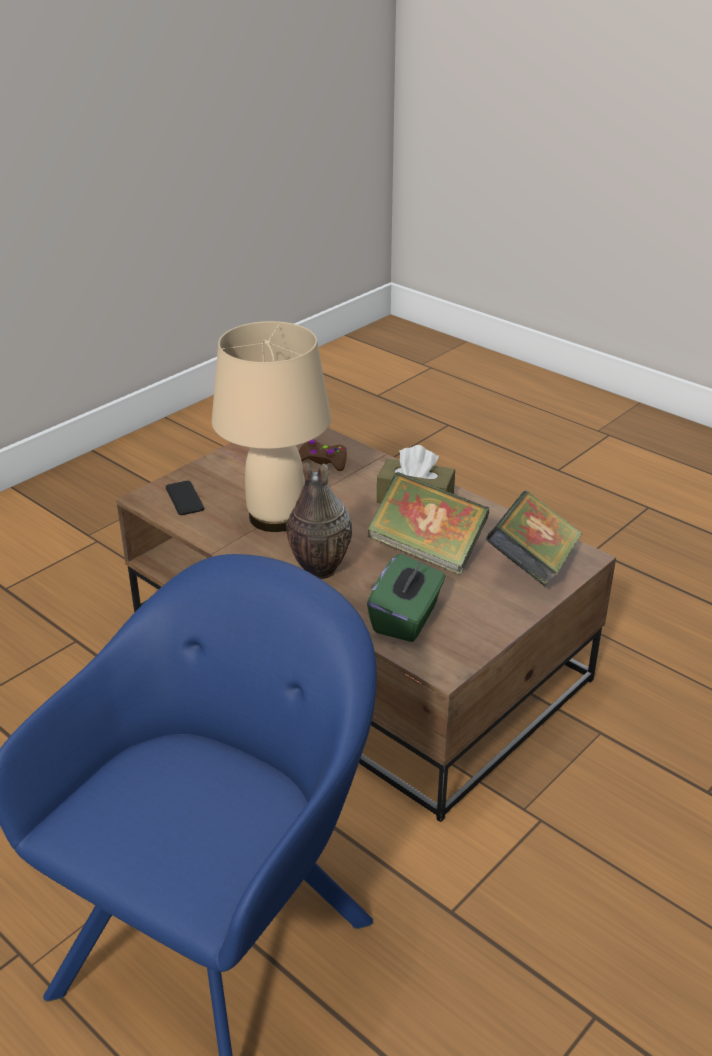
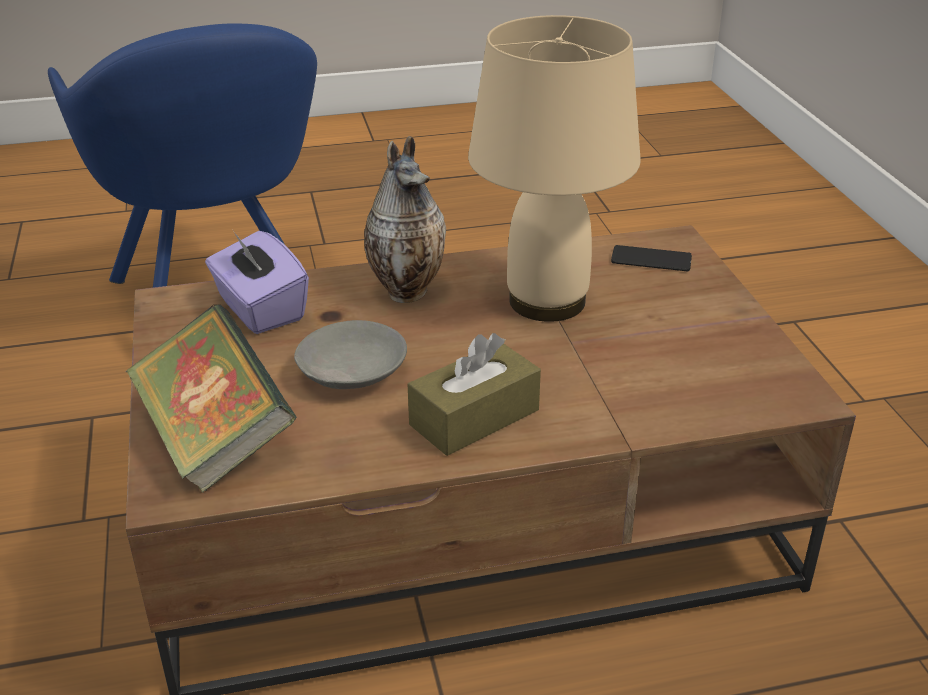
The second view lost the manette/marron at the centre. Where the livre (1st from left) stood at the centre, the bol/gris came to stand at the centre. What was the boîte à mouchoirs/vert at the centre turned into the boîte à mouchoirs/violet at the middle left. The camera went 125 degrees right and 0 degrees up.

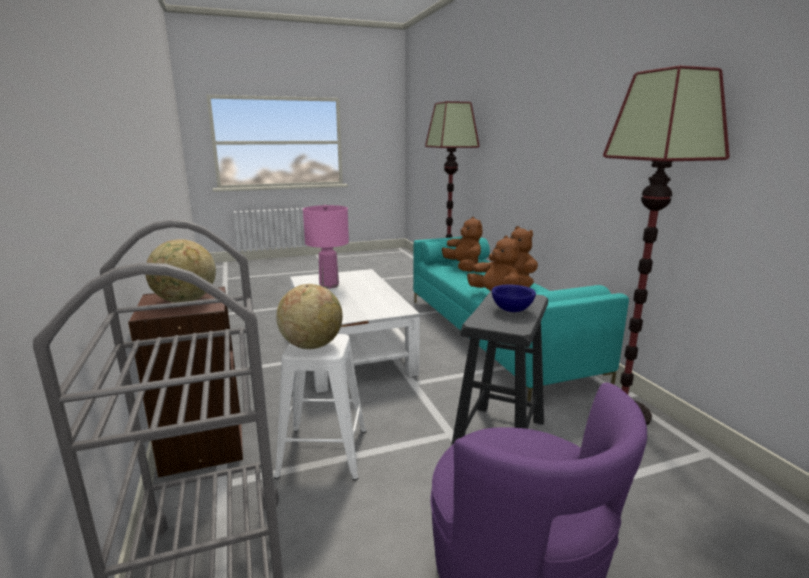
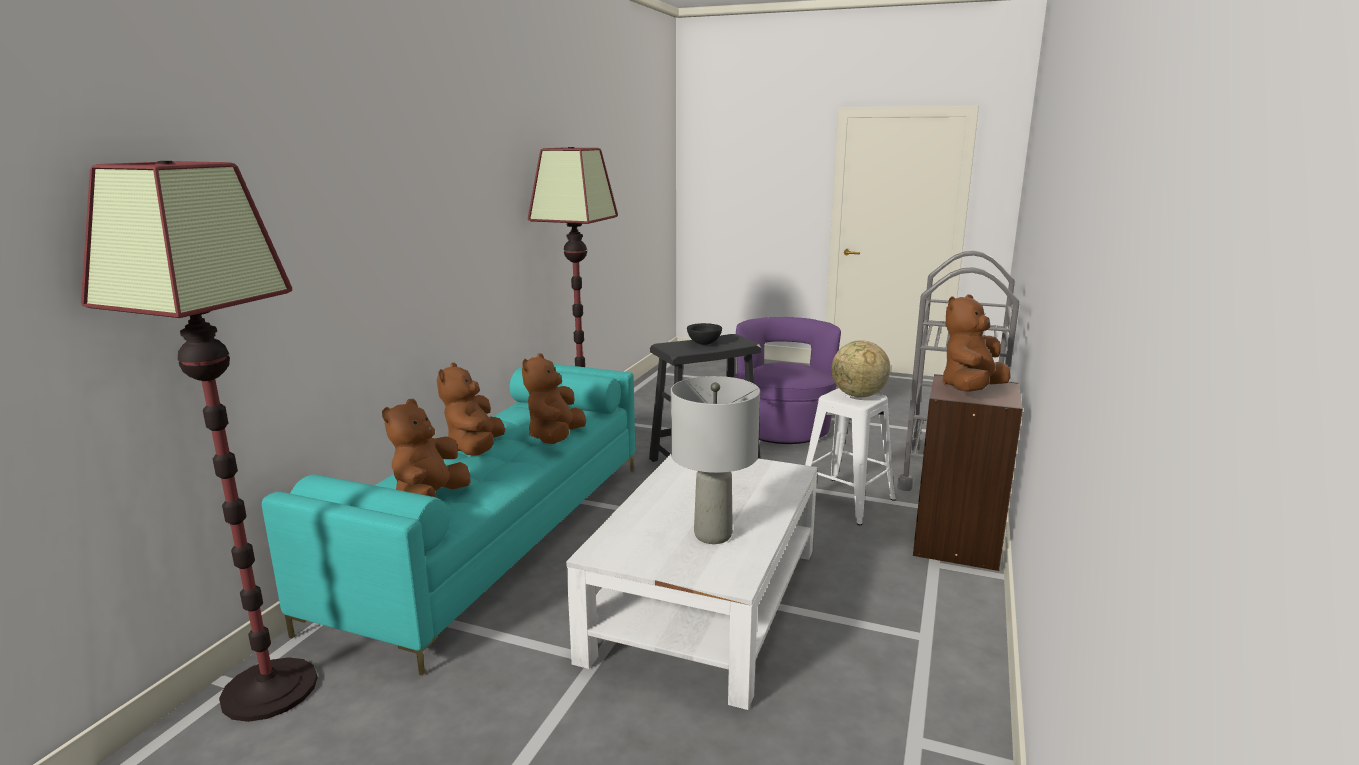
What was the lampe de table/rose at the centre turned into the lampe de table/gris at the centre. Where the globe (1st from left) stood at the middle left, the peluche/marron (4th from left) came to stand at the middle right. What was the bol/bleu at the centre turned into the bol/noir at the centre. The camera went 140 degrees left and 0 degrees up.

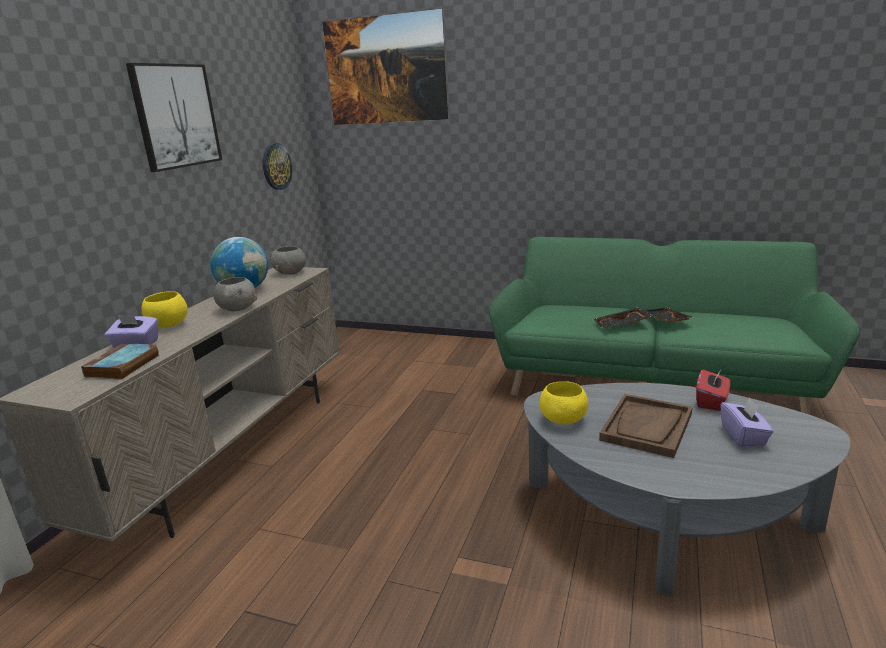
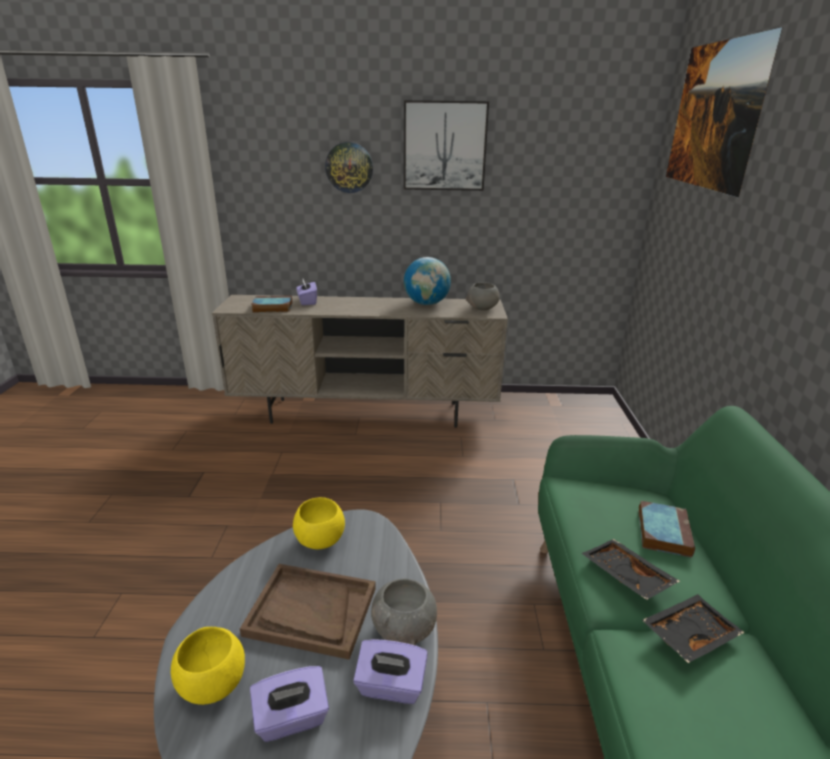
The horloge murale ended up elsewhere, having gone from the top left to the top centre. The bol/gris (1st from left) ended up elsewhere, having gone from the middle left to the bottom centre. The bol/jaune (1st from left) ended up elsewhere, having gone from the middle left to the bottom left. What was the boîte à mouchoirs/rouge at the middle right turned into the boîte à mouchoirs/violet (3rd from left) at the bottom centre. The second view gained the livre (2nd from left) at the bottom right. The camera went 70 degrees right and 5 degrees up.

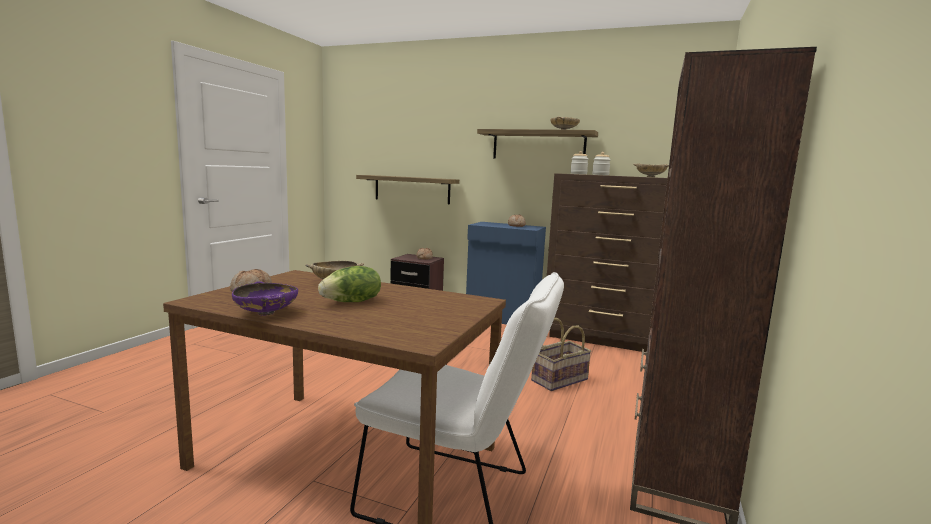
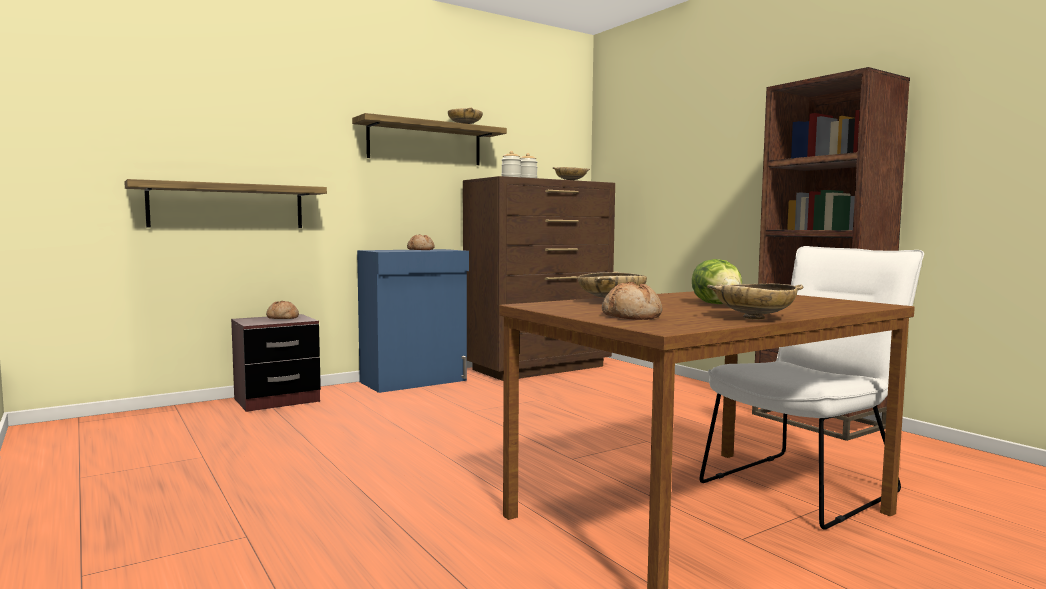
What was the bol/violet at the middle left turned into the bol/beige (4th from left) at the middle right. The second view lost the panier at the bottom centre. The camera went 55 degrees left and 5 degrees down.

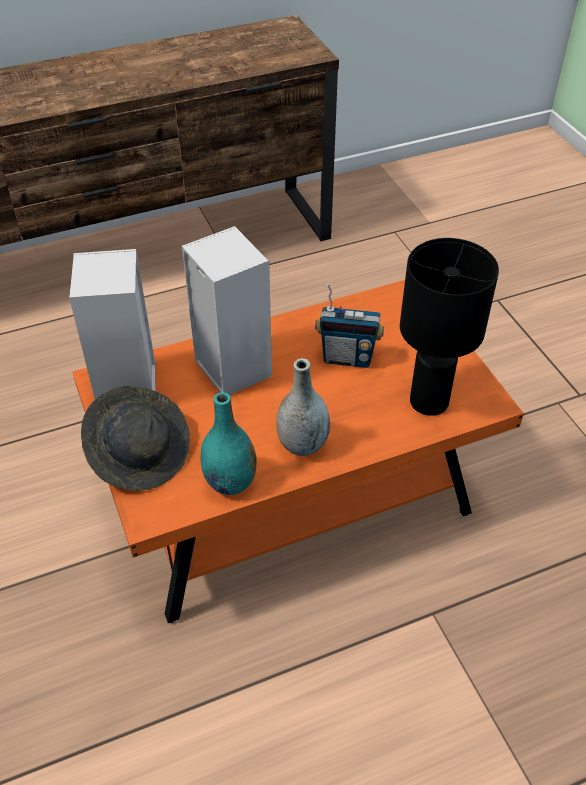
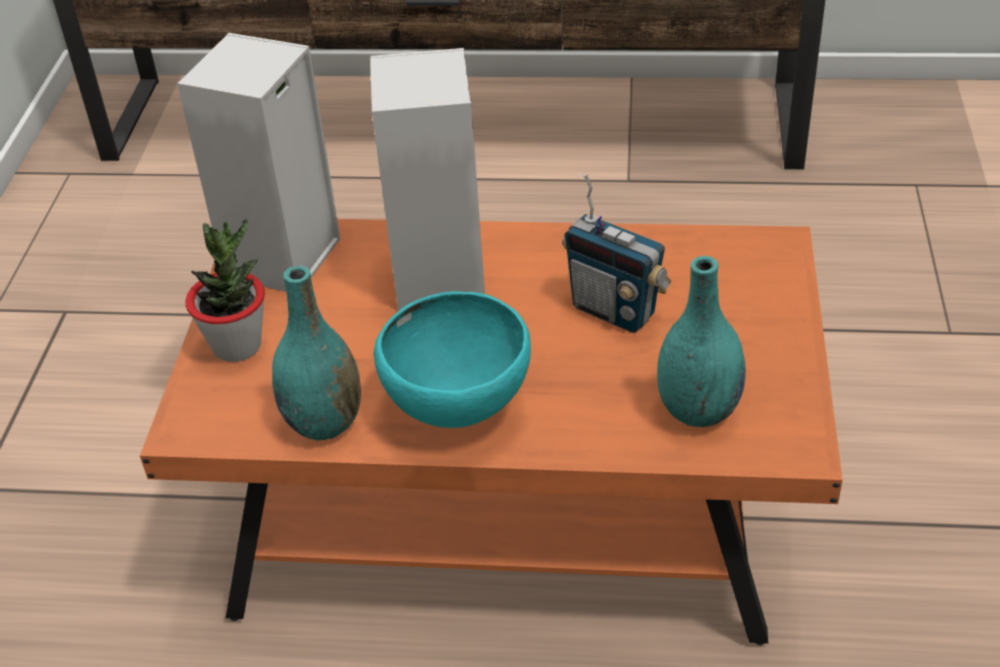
Where the lampe de table/noir stood at the middle right, the vase/turquoise (2nd from left) came to stand at the middle right. Where the vase/gris stood at the centre, the bol/turquoise came to stand at the centre. Where the chapeau/gris stood at the middle left, the plante en pot came to stand at the middle left. The camera went 30 degrees right and 5 degrees down.

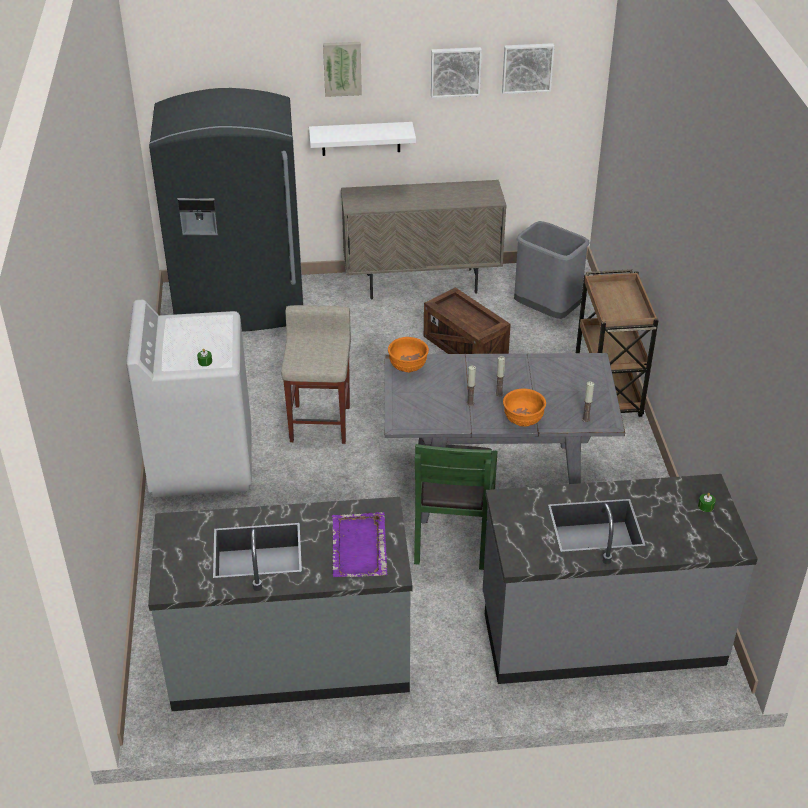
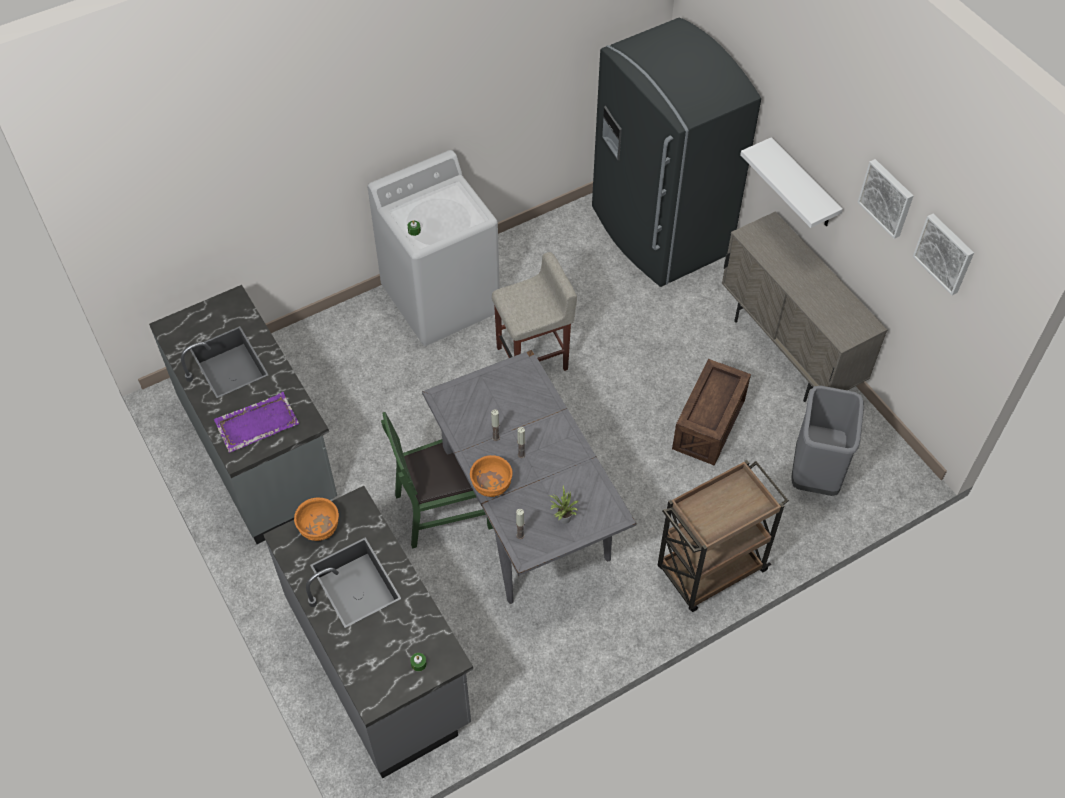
The second view lost the tableau (1st from left) at the top centre. The bol/orange (1st from left) ended up elsewhere, having gone from the centre to the middle left. The second view gained the plante en pot at the centre. The camera went 65 degrees right and 15 degrees up.

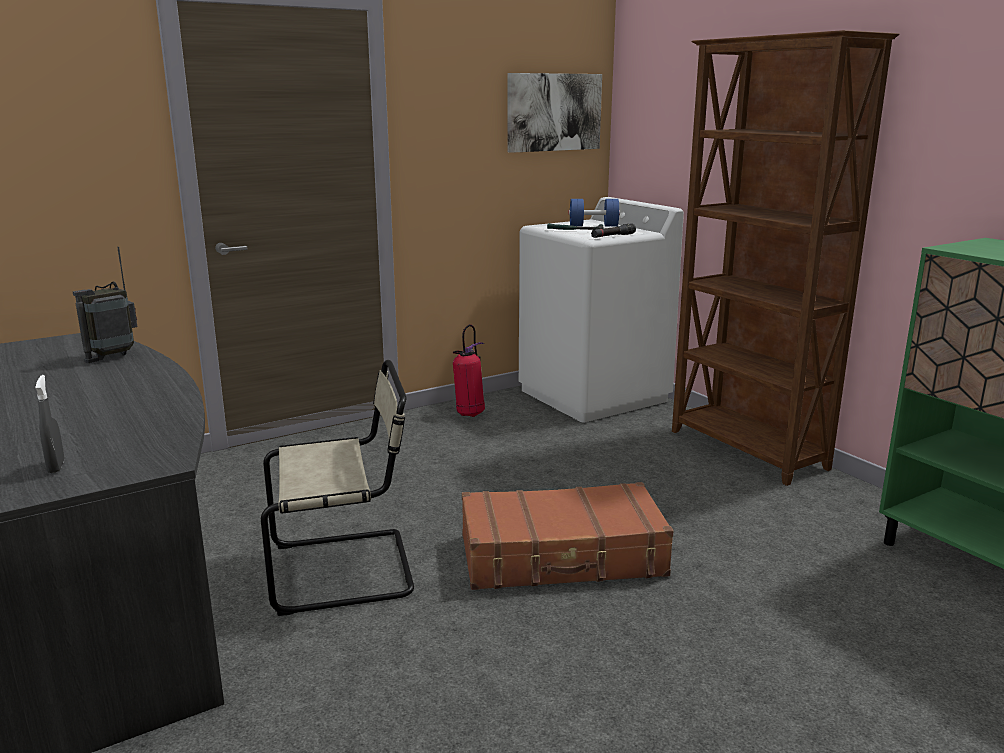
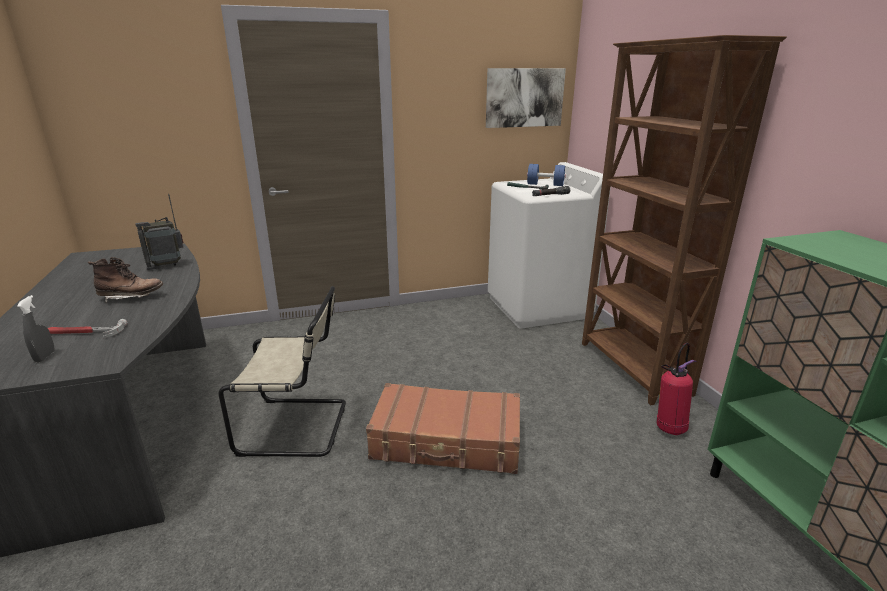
The extincteur ended up elsewhere, having gone from the centre to the middle right. The second view gained the botte/marron at the middle left. The second view gained the marteau (1st from left) at the middle left. The camera went 15 degrees right and 5 degrees up.

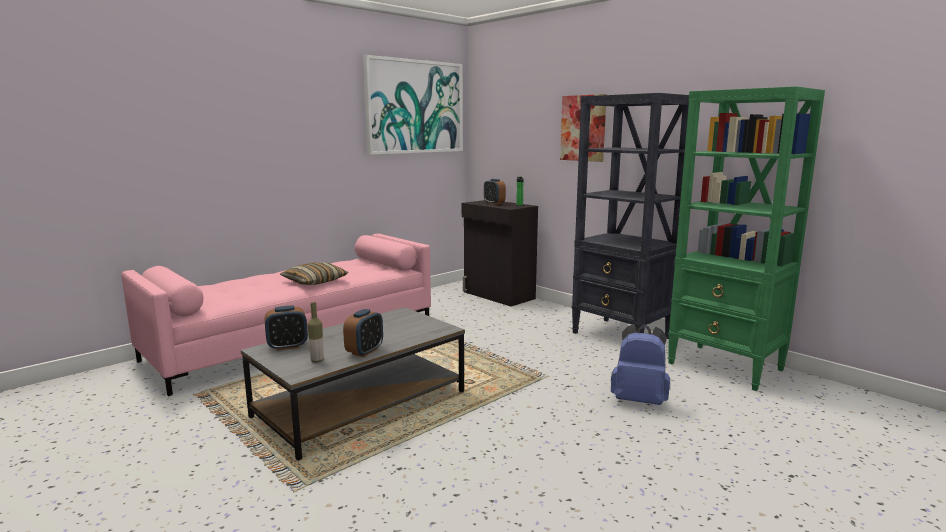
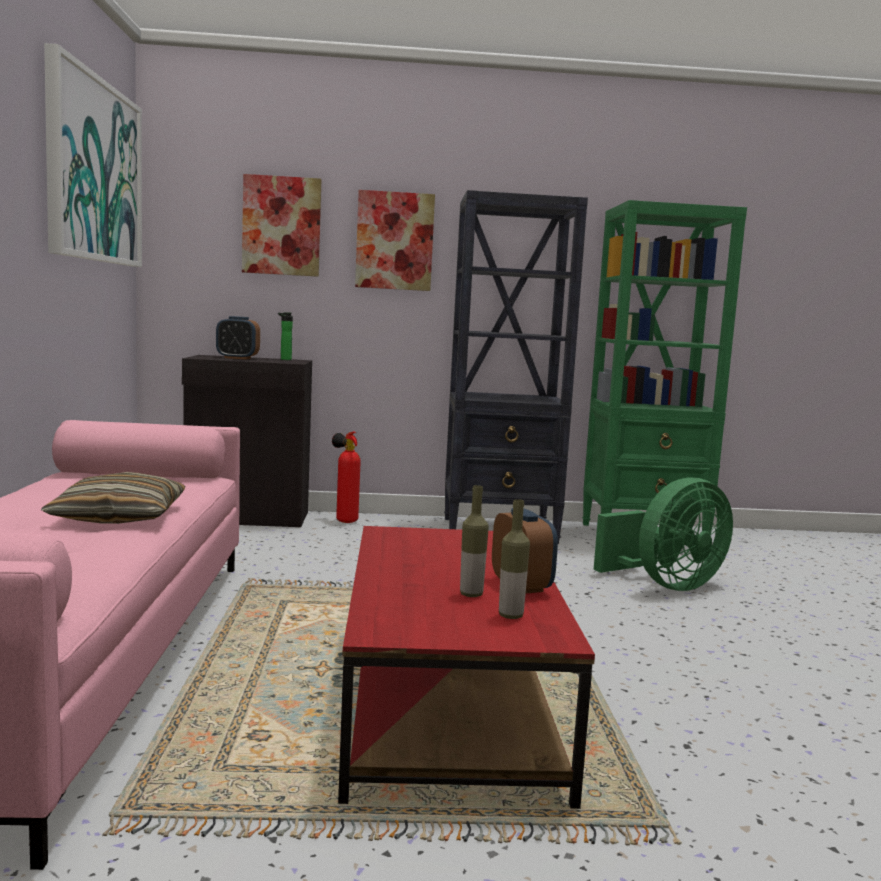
The second view lost the réveil (1st from left) at the middle left. What was the table basse/gris at the bottom centre turned into the table basse/rouge at the bottom centre. Where the sac à dos/bleu stood at the bottom right, the ventilateur/vert came to stand at the middle right. The second view gained the tableau (2nd from left) at the top left. The second view gained the extincteur at the centre. The second view gained the bouteille (2nd from left) at the centre. The camera went 50 degrees left and 5 degrees down.

